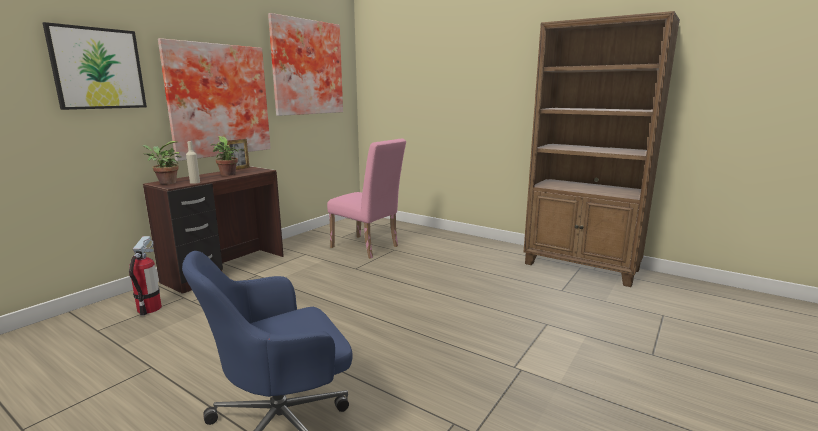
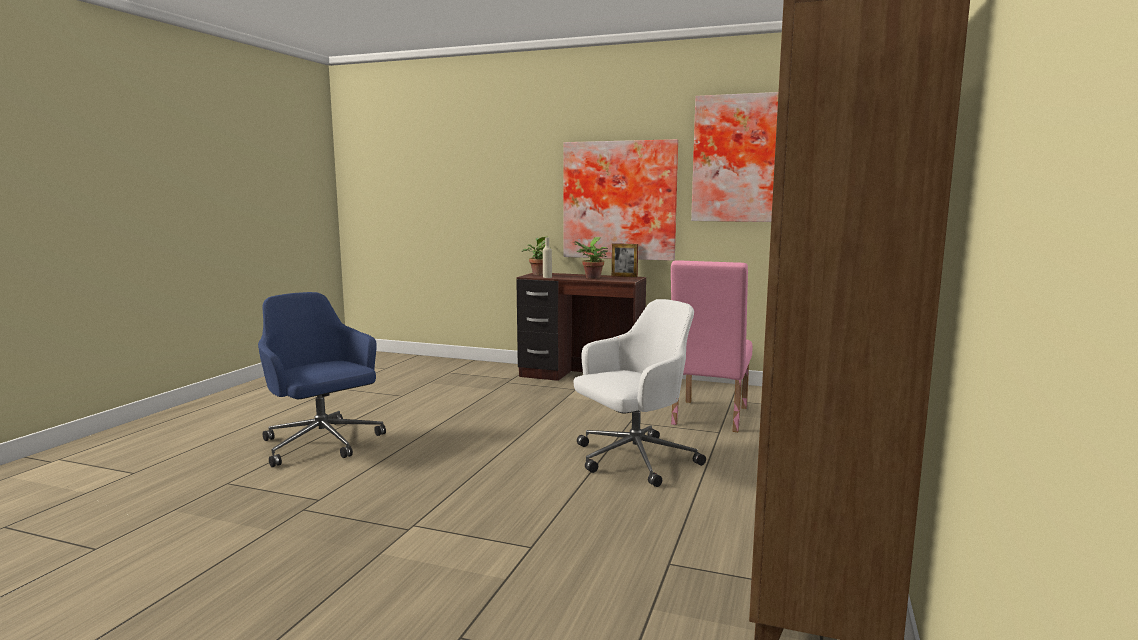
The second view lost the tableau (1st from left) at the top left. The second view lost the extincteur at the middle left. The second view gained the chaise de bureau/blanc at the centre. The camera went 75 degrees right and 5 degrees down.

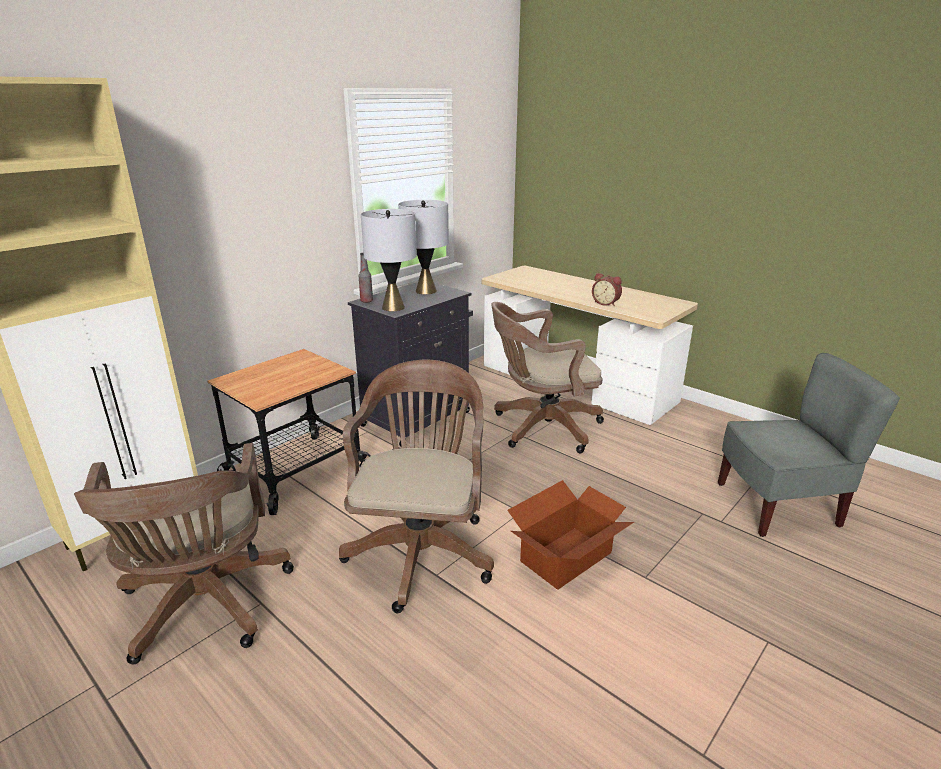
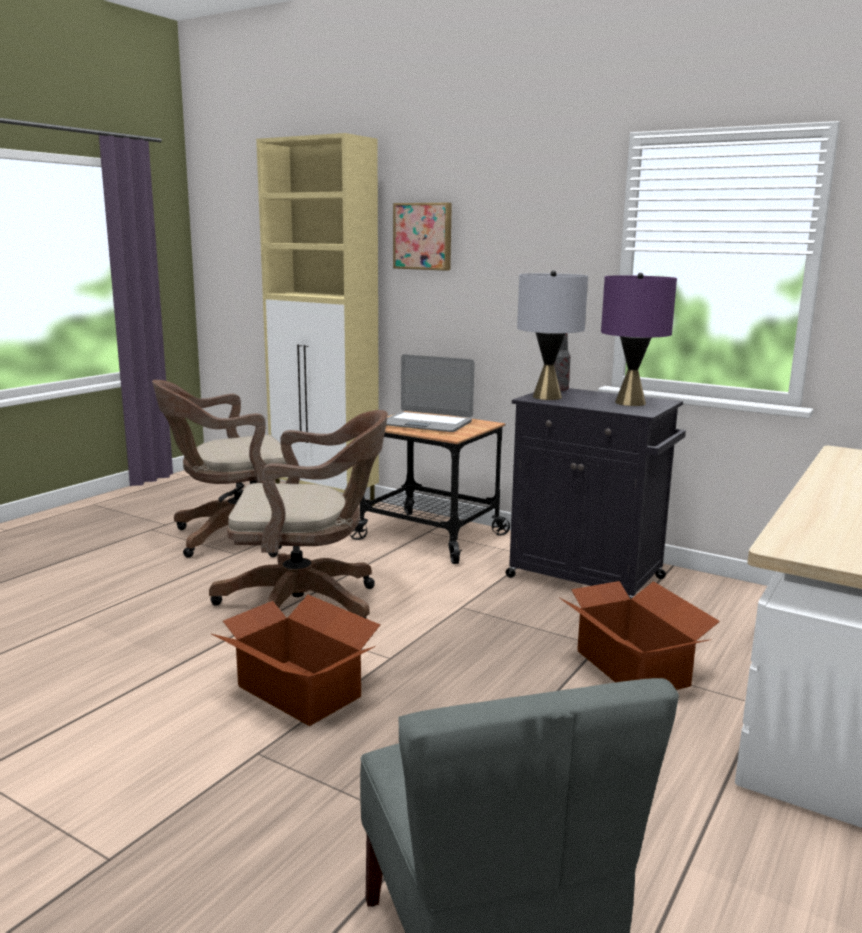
What was the lampe de table/gris (2nd from left) at the top centre turned into the lampe de table/violet at the middle right. The second view lost the réveil at the centre. Where the chaise de bureau/marron (3rd from left) stood at the centre, the carton (2nd from left) came to stand at the bottom right. The second view gained the tableau at the top centre. The second view gained the ordinateur portable at the centre. The camera went 80 degrees right and 10 degrees down.

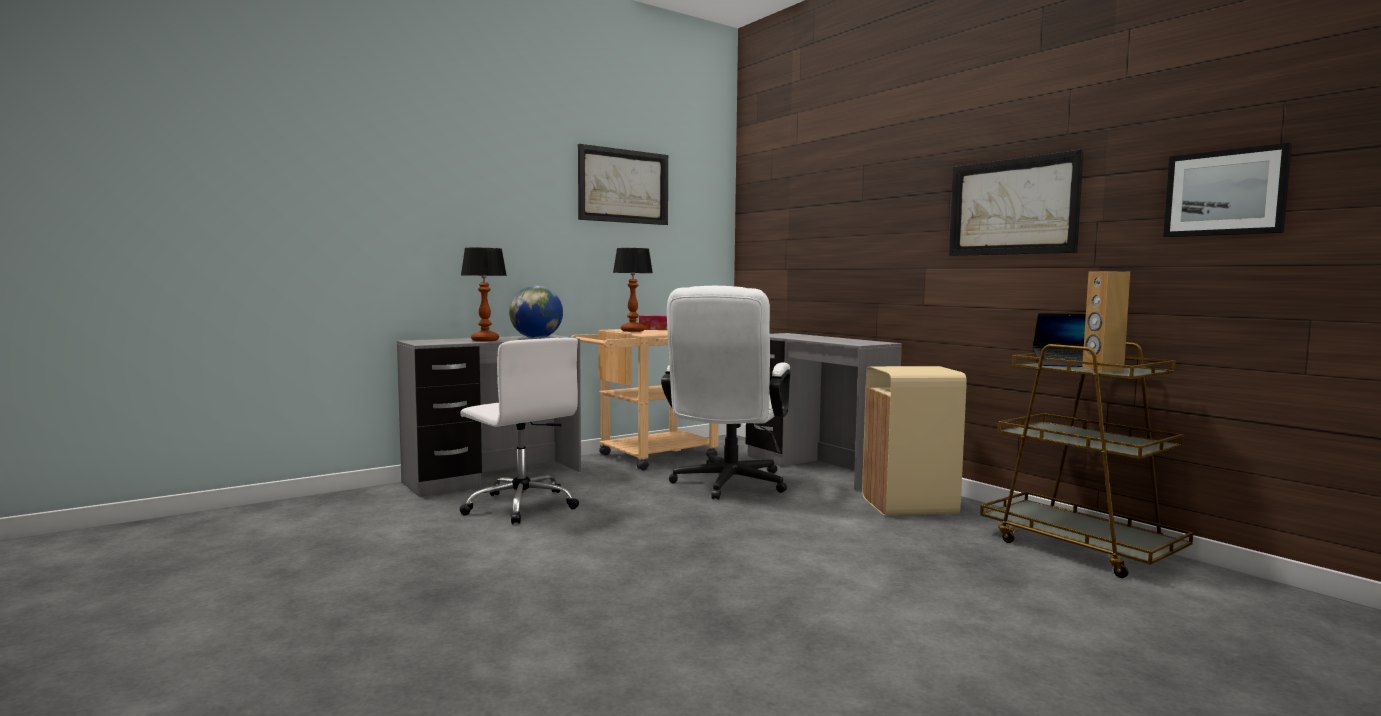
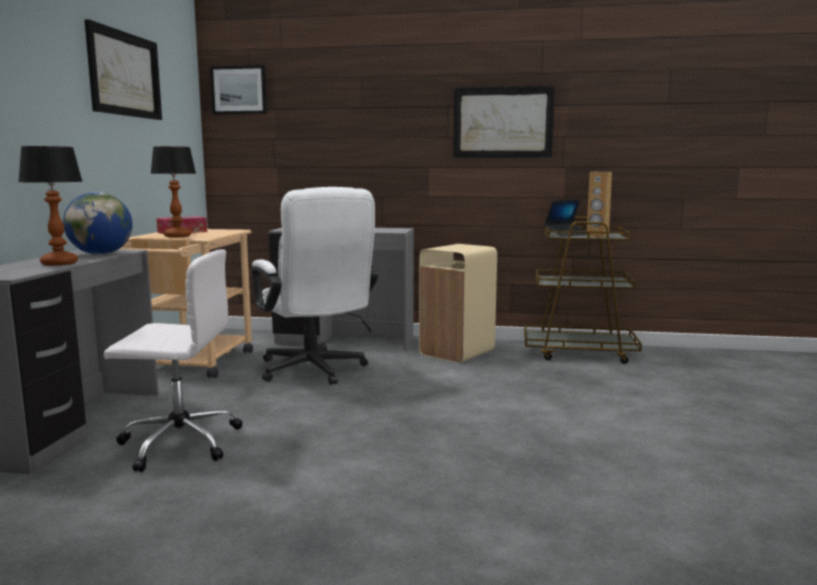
The tableau (3rd from left in the first image) ended up elsewhere, having gone from the top right to the top left. The camera went 45 degrees left and 5 degrees up.

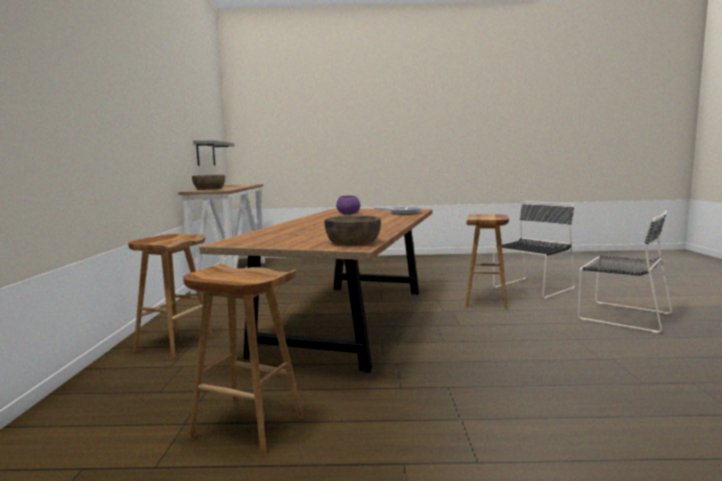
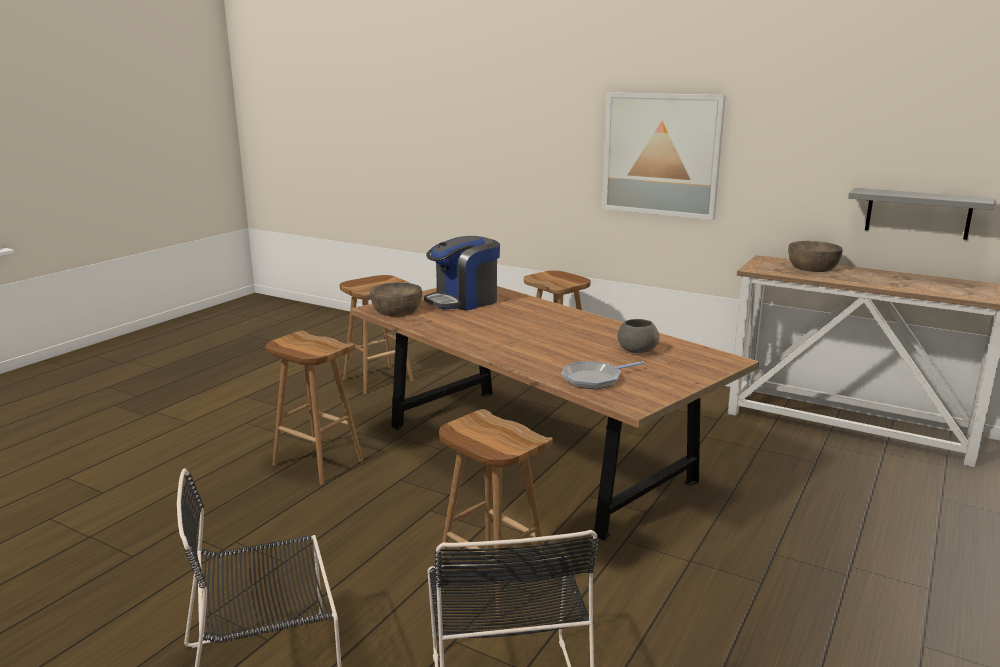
What was the bol/violet at the centre turned into the bol/gris at the centre. The second view gained the tableau at the top centre. The second view gained the machine à café at the centre. The second view gained the tabouret/marron (1st from left) at the middle left. The camera went 120 degrees right and 10 degrees up.

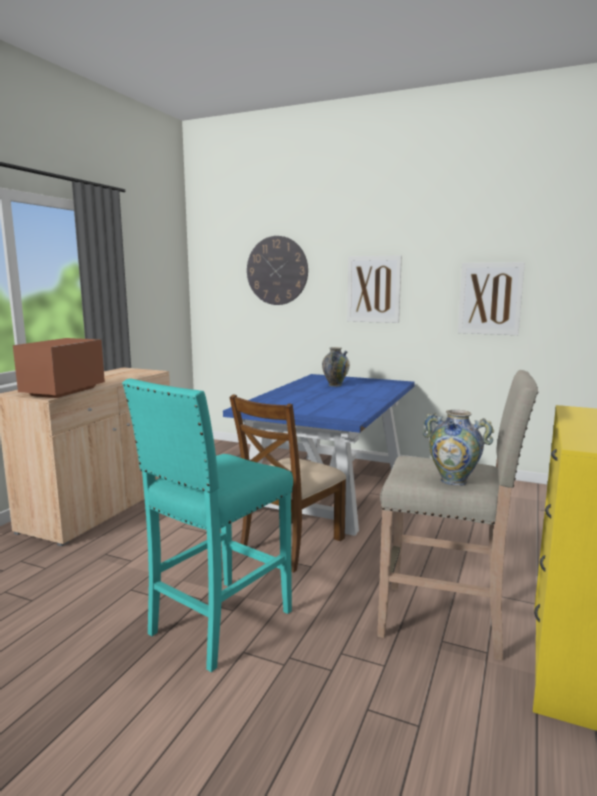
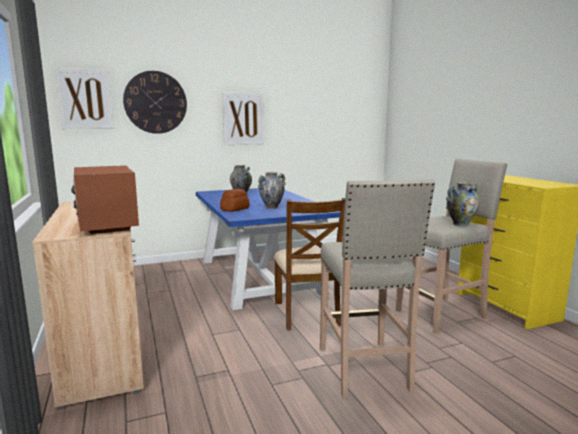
The tableau (2nd from left in the first image) ended up elsewhere, having gone from the middle right to the top left. What was the tabouret/turquoise at the centre turned into the tabouret/beige (1st from left) at the centre. The second view gained the vase (2nd from left) at the centre. The second view gained the pain at the centre. The camera went 45 degrees left and 0 degrees up.

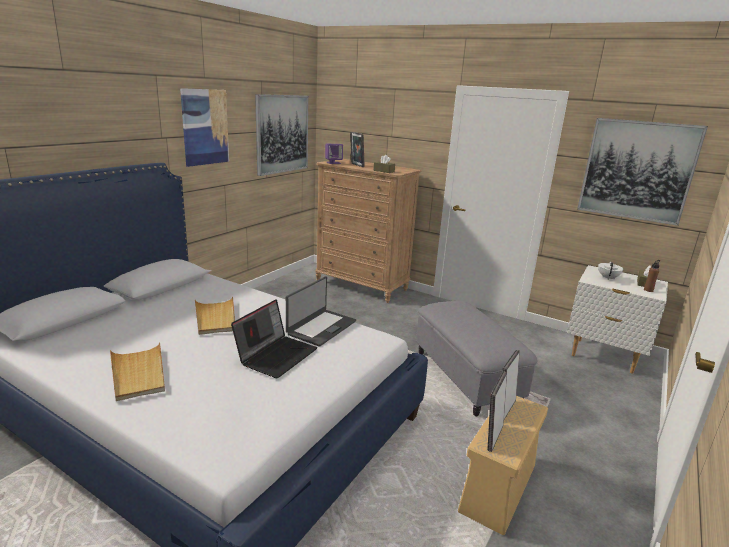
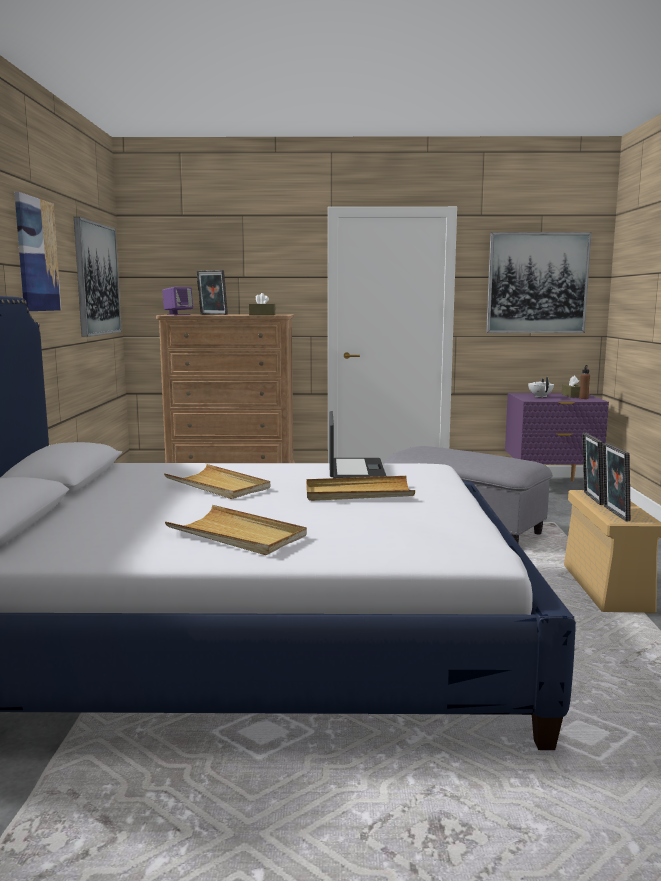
What was the table de chevet/blanc at the middle right turned into the table de chevet/violet at the middle right. Where the ordinateur portable (1st from left) stood at the centre, the plateau/beige (3rd from left) came to stand at the centre. The camera went 30 degrees left and 10 degrees down.

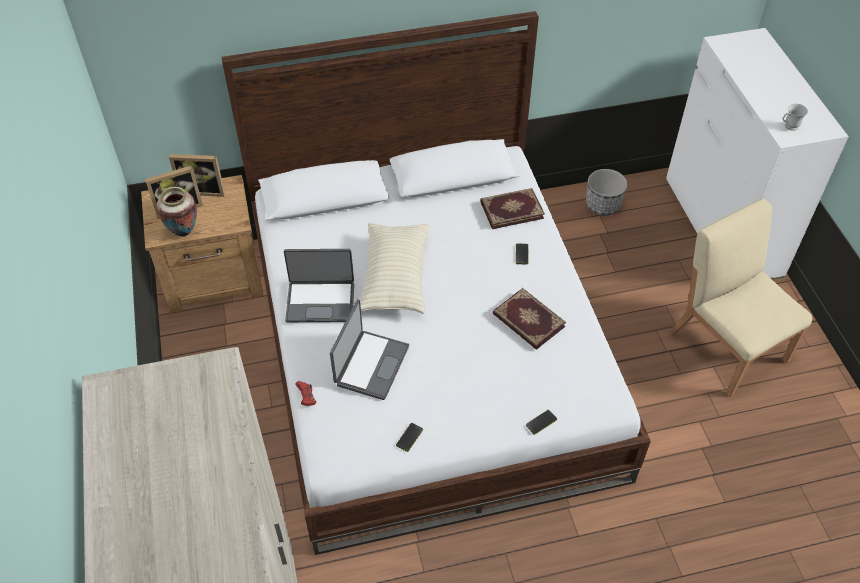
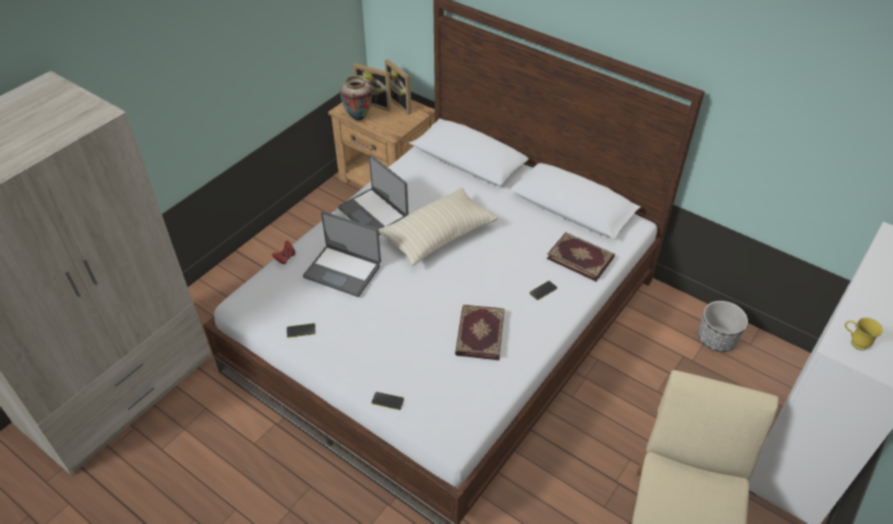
What was the mug/blanc at the top right turned into the mug/jaune at the middle right. The ordinateur portable (2nd from left in the first image) at the centre ended up facing another way, 45 degrees clockwise from before. The camera went 50 degrees right and 5 degrees down.

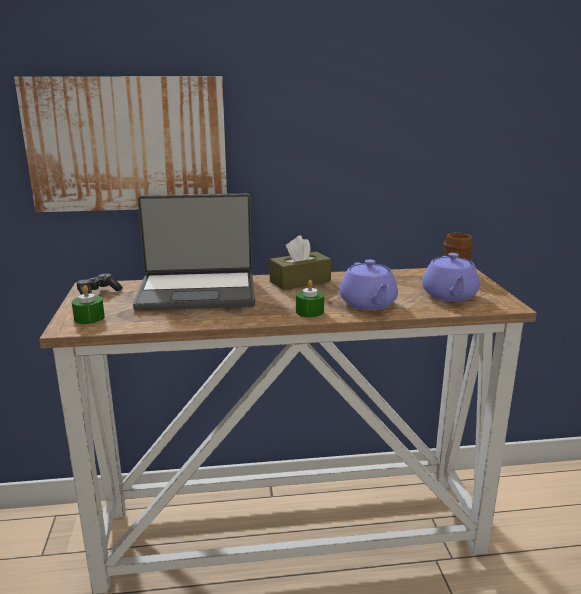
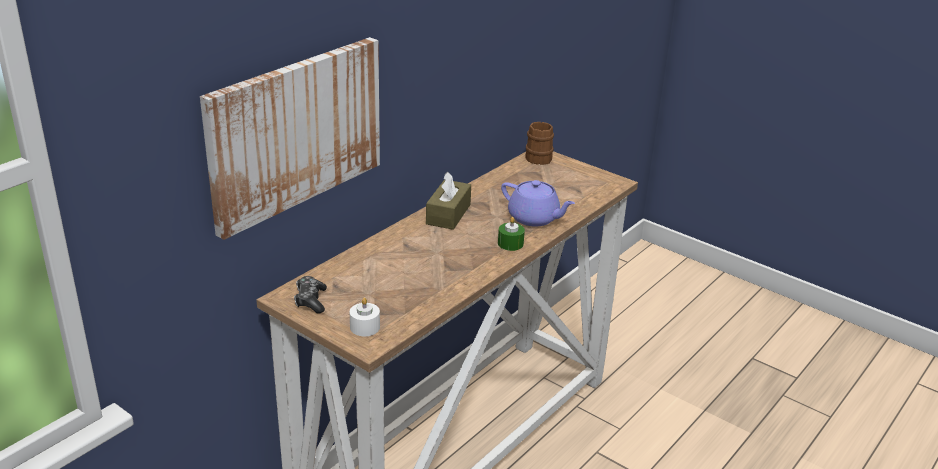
The second view lost the ordinateur portable at the centre. The second view lost the théière/violet (2nd from left) at the middle right. What was the bougie/vert (1st from left) at the middle left turned into the bougie/blanc at the bottom centre. The camera went 45 degrees left and 10 degrees up.

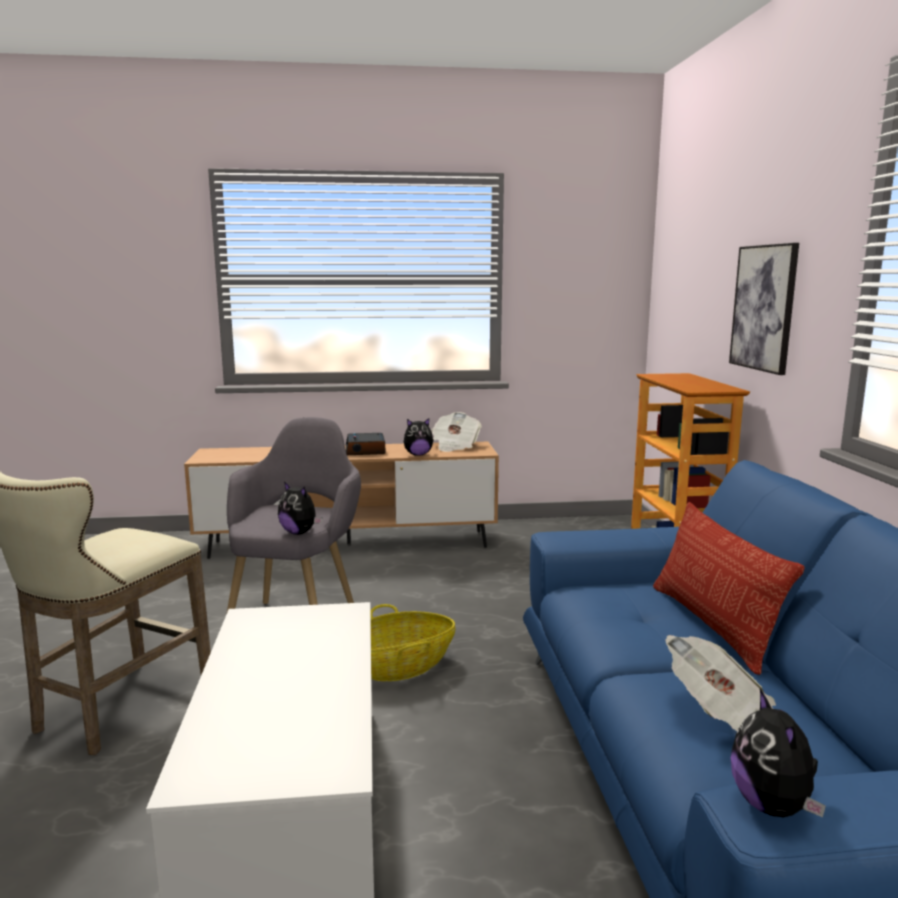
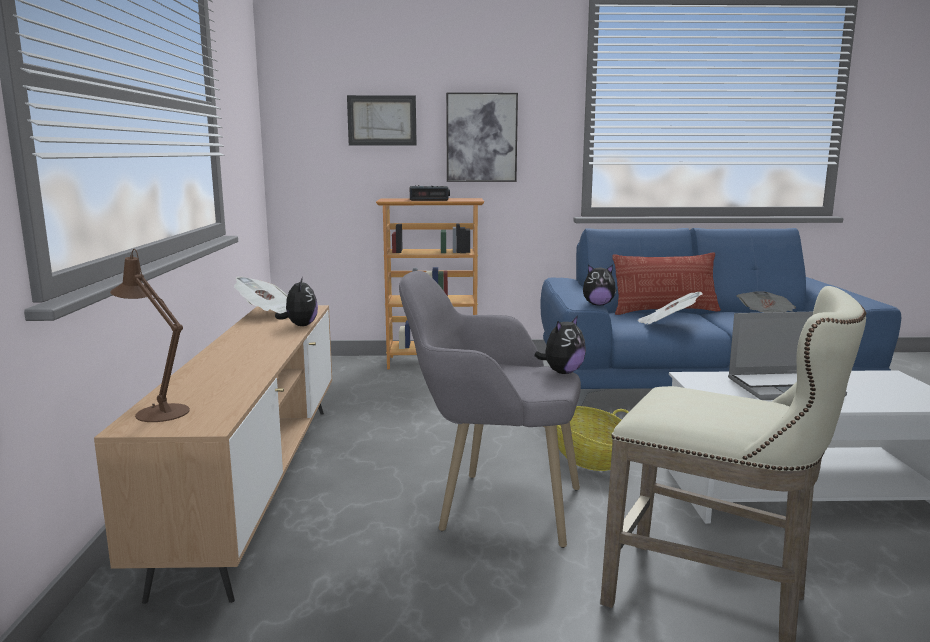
The réveil ended up elsewhere, having gone from the centre to the top centre. The peluche (3rd from left) ended up elsewhere, having gone from the bottom right to the centre. The second view gained the tableau (1st from left) at the top centre. The second view gained the lampe de table/marron at the middle left. The second view gained the journal (2nd from left) at the middle right. The second view gained the ordinateur portable at the middle right. The camera went 85 degrees left and 0 degrees up.

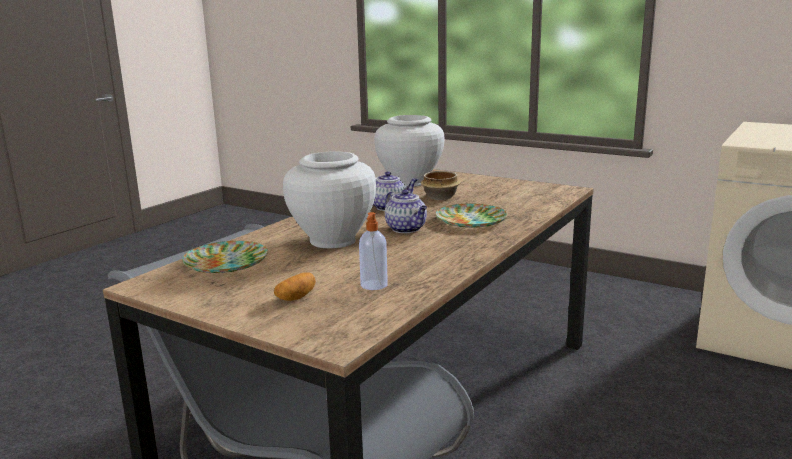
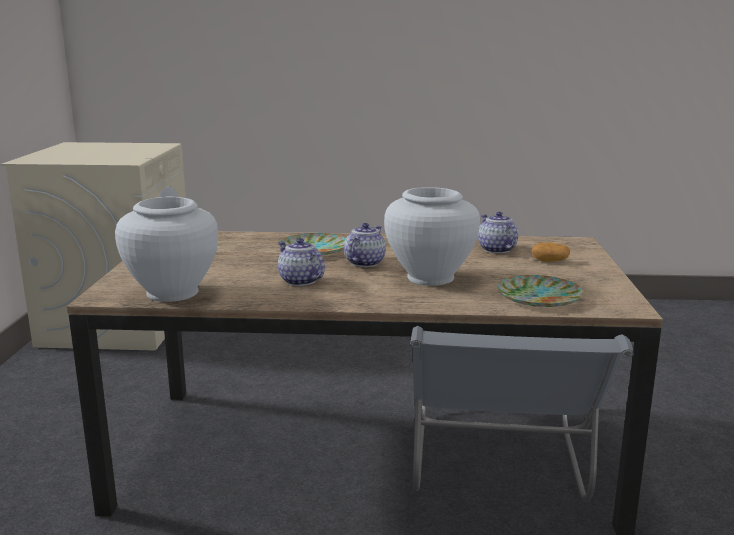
The second view lost the bol at the centre. Where the distributeur de savon stood at the centre, the théière (3rd from left) came to stand at the middle right. The camera went 120 degrees left and 0 degrees up.

